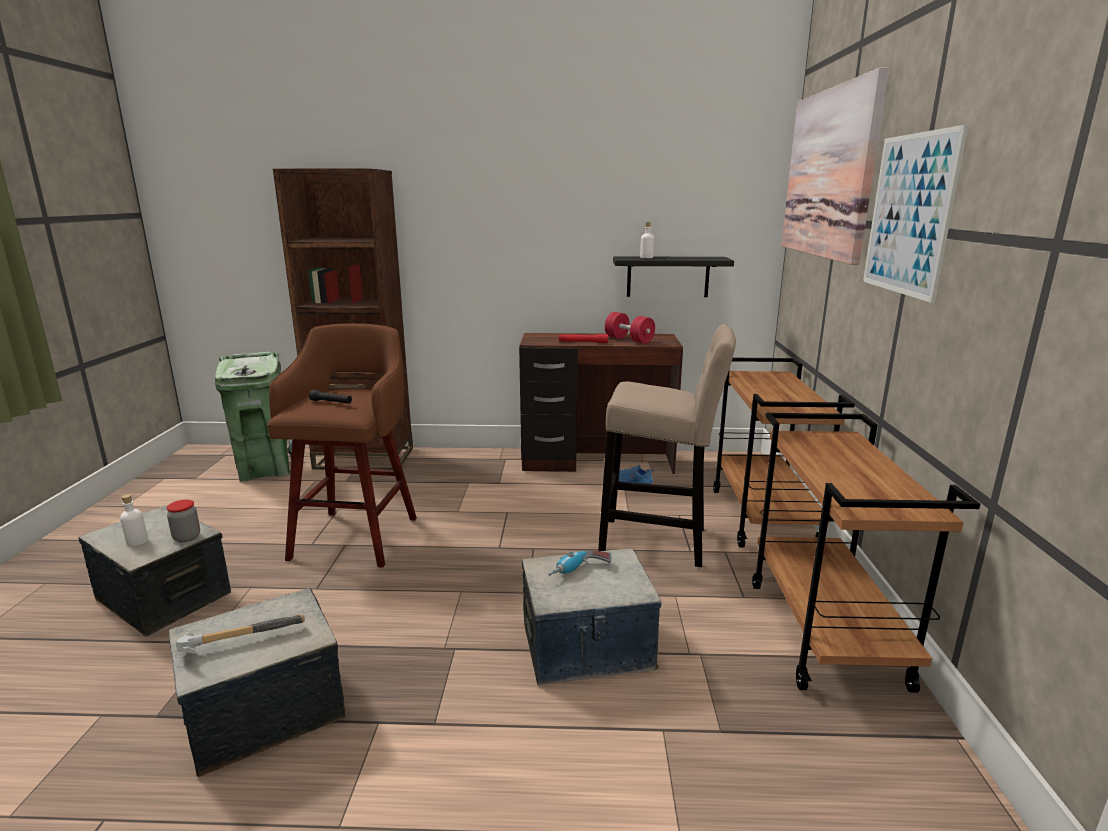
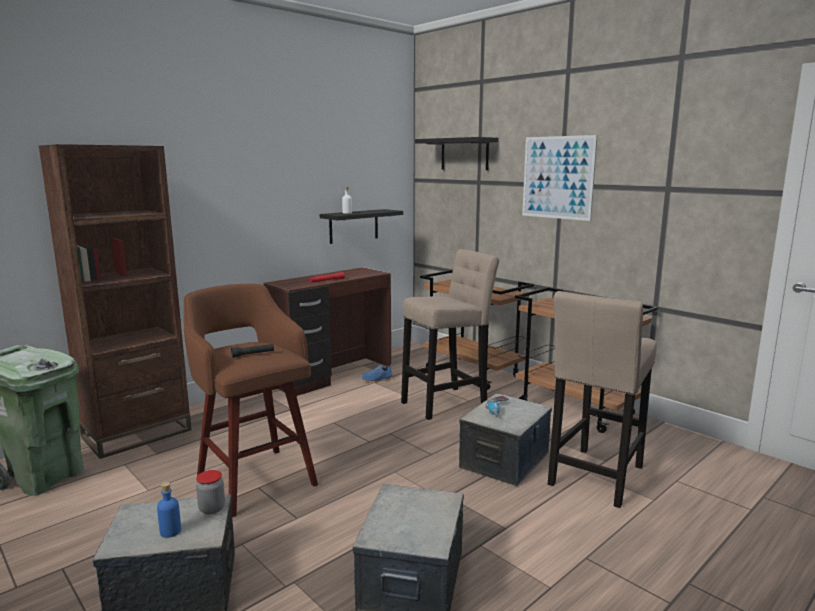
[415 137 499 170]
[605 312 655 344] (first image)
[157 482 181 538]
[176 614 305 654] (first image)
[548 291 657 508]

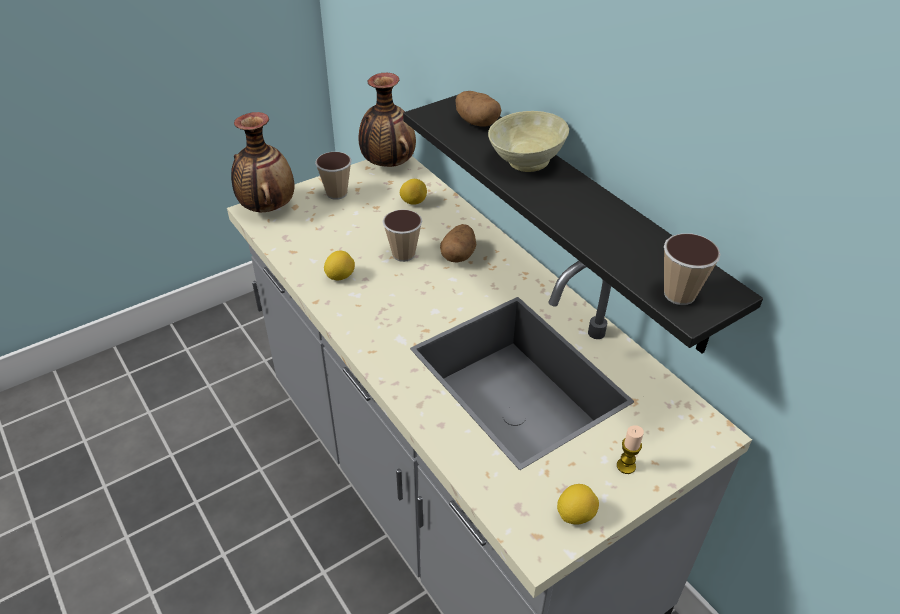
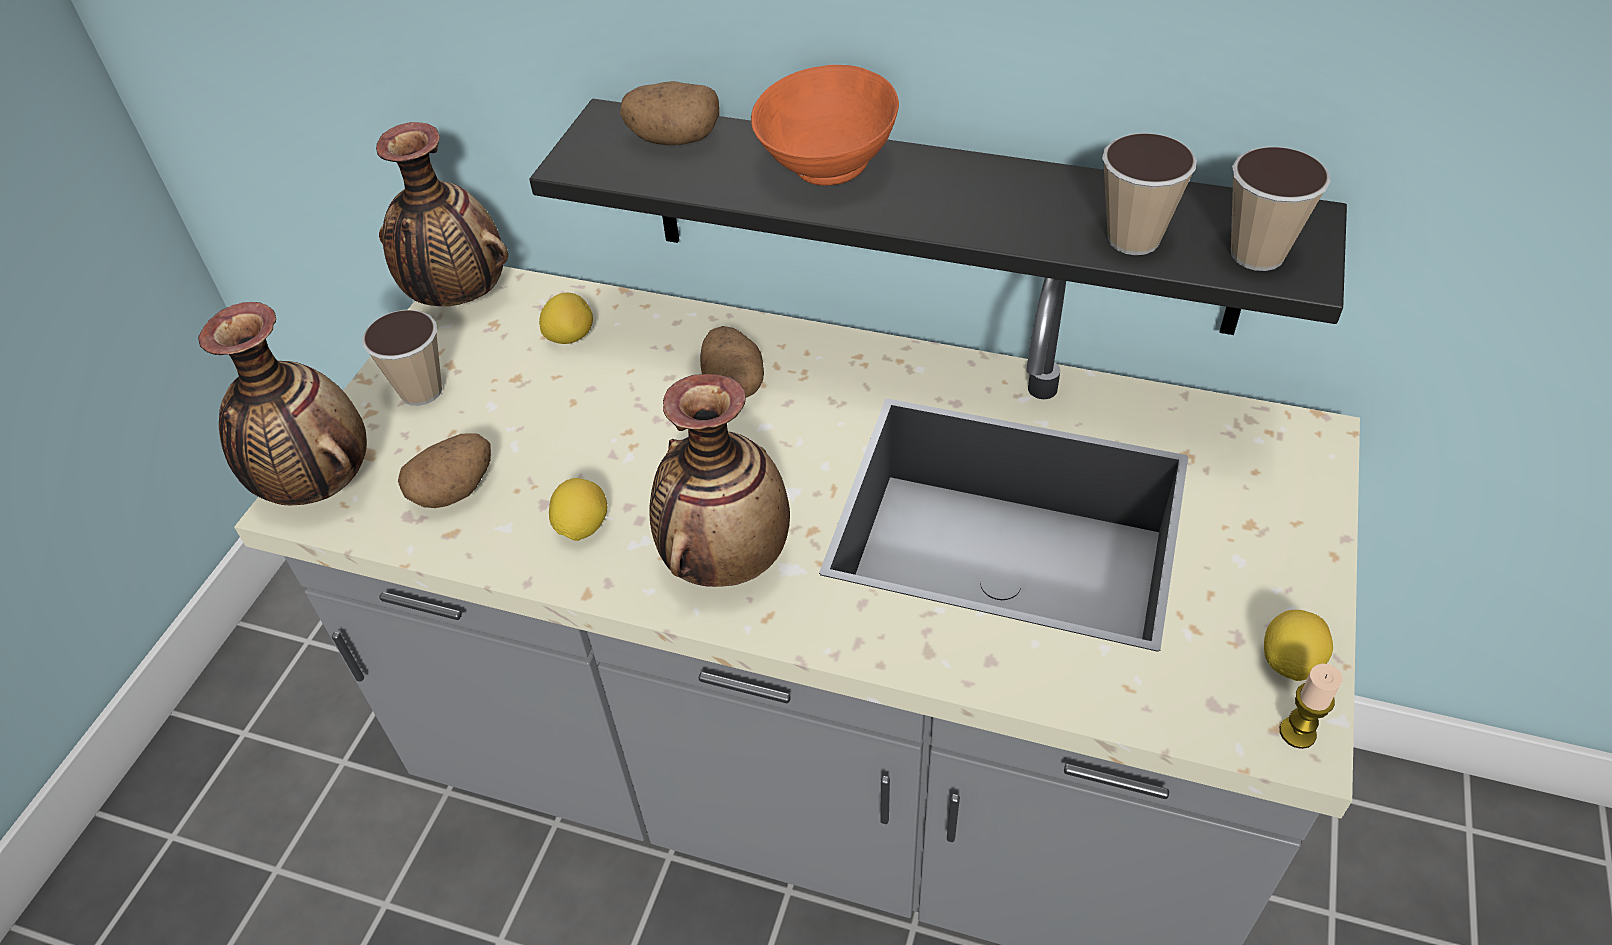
[751 65 899 186]
[1102 133 1197 255]
[1280 663 1342 749]
[649 374 790 587]
[398 433 491 508]

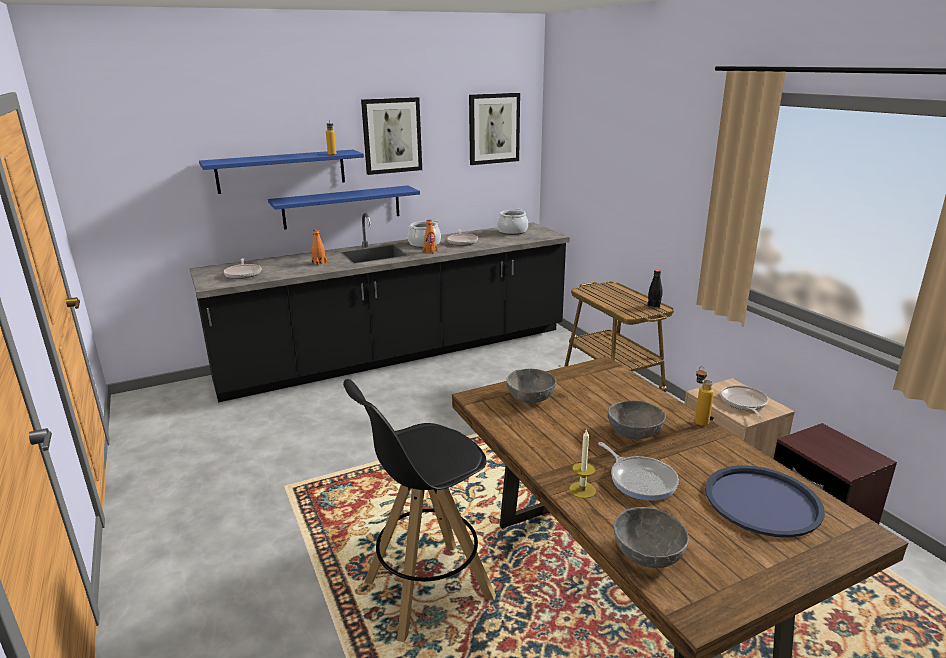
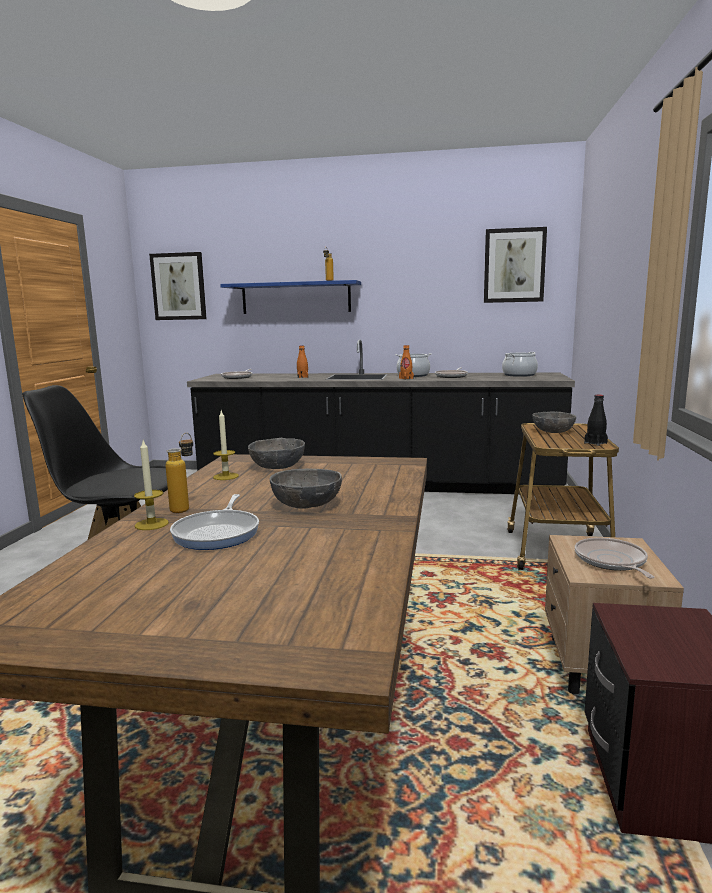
[149 252 207 320]
[268 185 420 230] (first image)
[166 433 193 513]
[575 537 654 579]
[705 465 825 538] (first image)
[532 412 576 433]
[213 411 239 480]

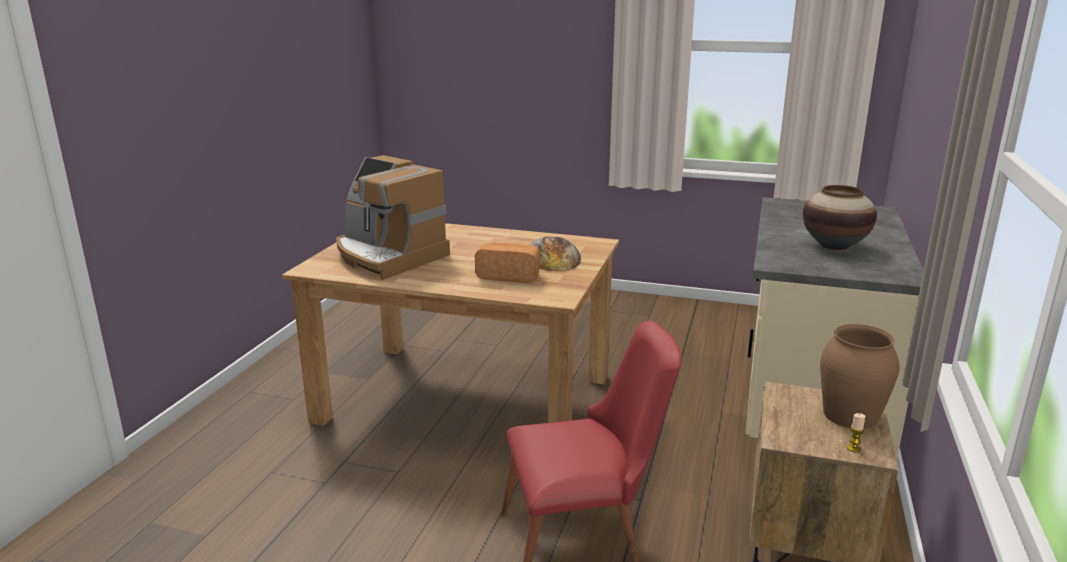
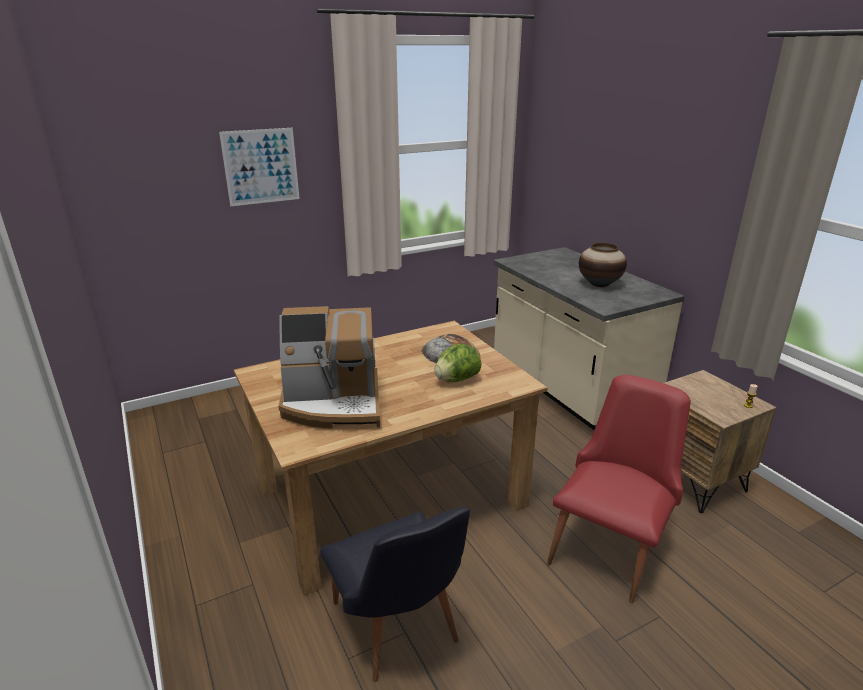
[434 344 481 382]
[820 324 899 429] (first image)
[219 128 300 206]
[320 508 470 682]

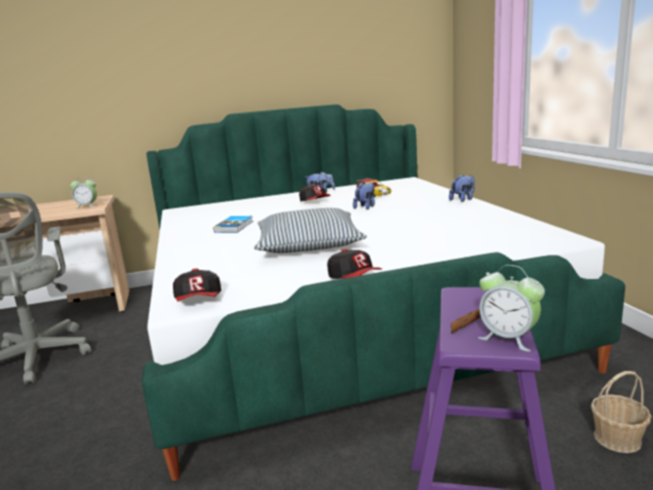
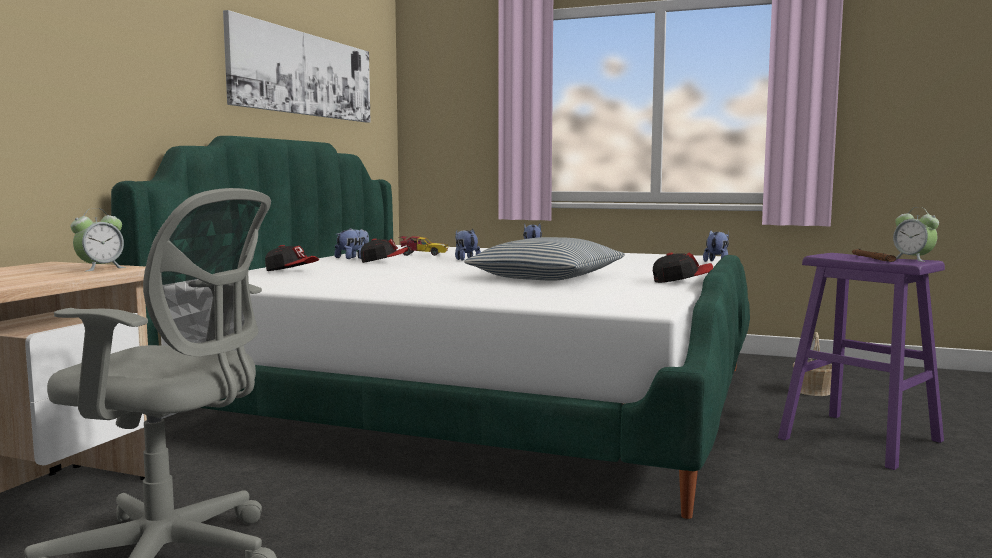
[213 216 253 233] (first image)
[893 207 939 262]
[265 245 319 271]
[223 10 370 123]
[703 231 729 262]

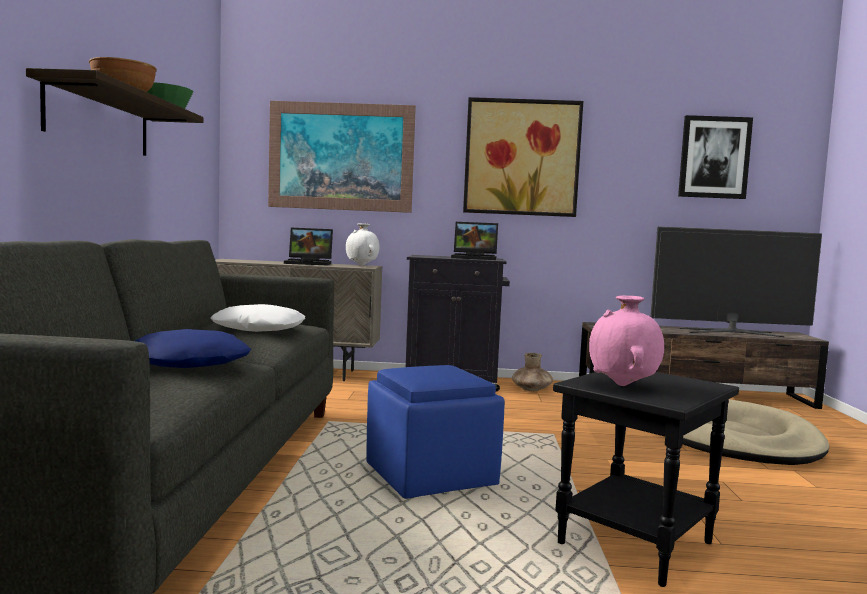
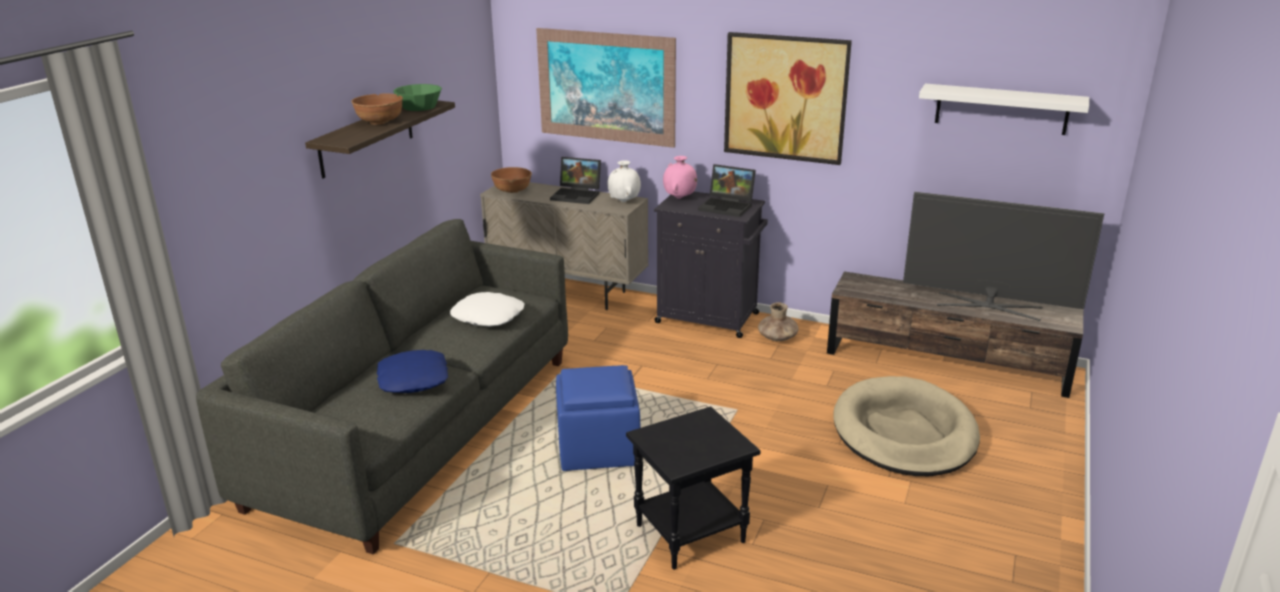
[919 84 1089 135]
[663 156 697 199]
[491 167 532 193]

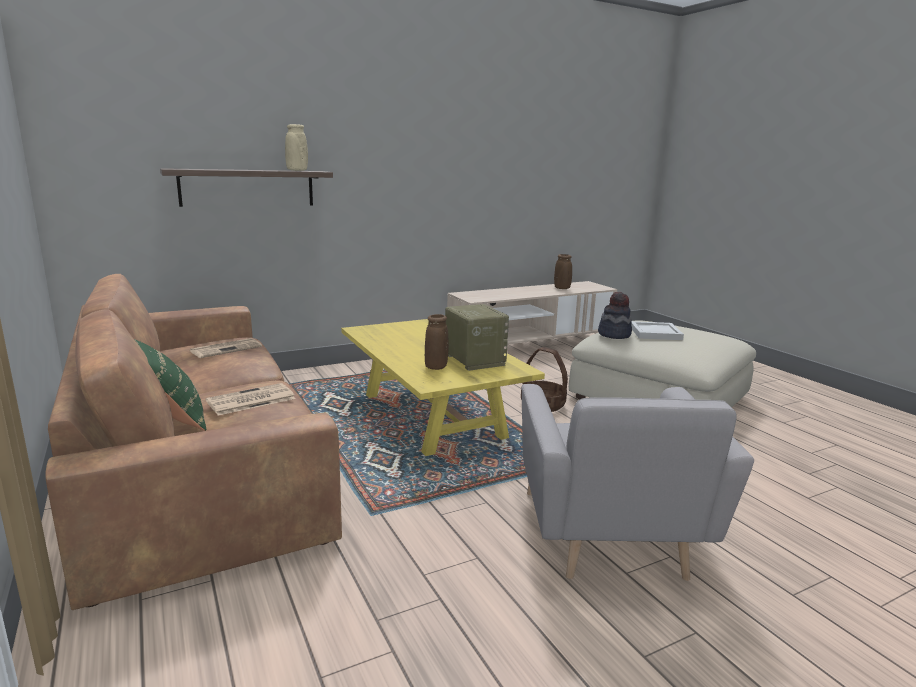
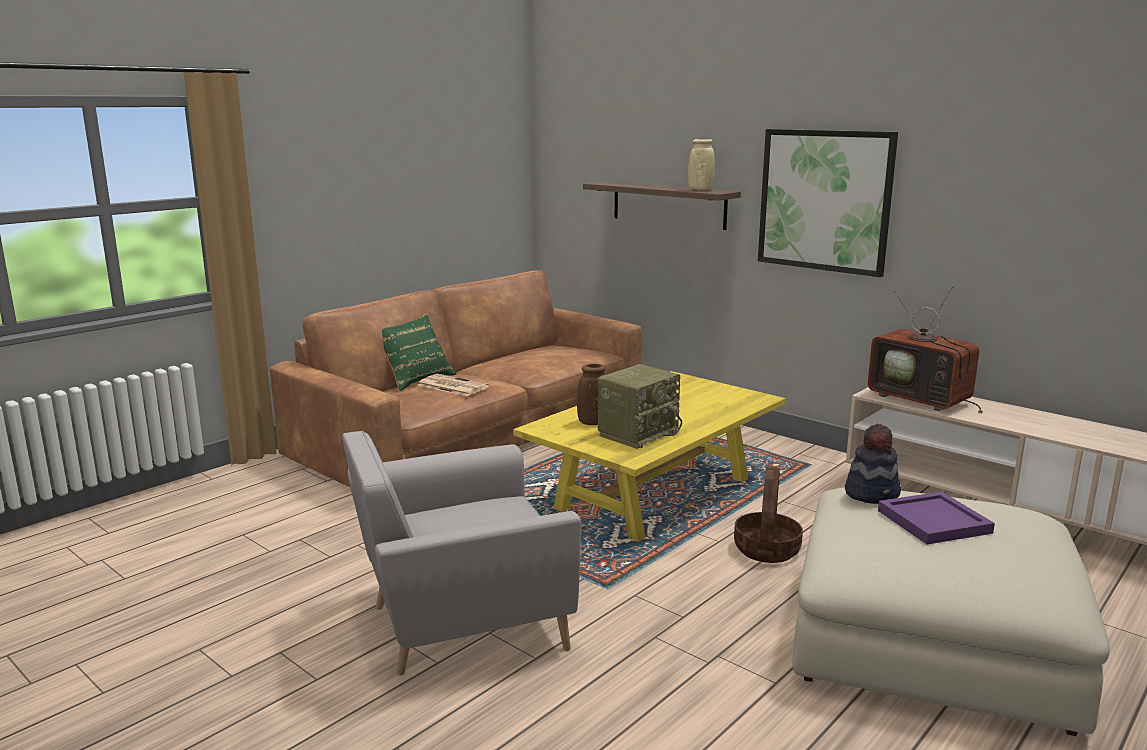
[554 254 572 289] (first image)
[878 492 995 544]
[190 338 262 358] (first image)
[758 129 898 277]
[868 286 983 413]

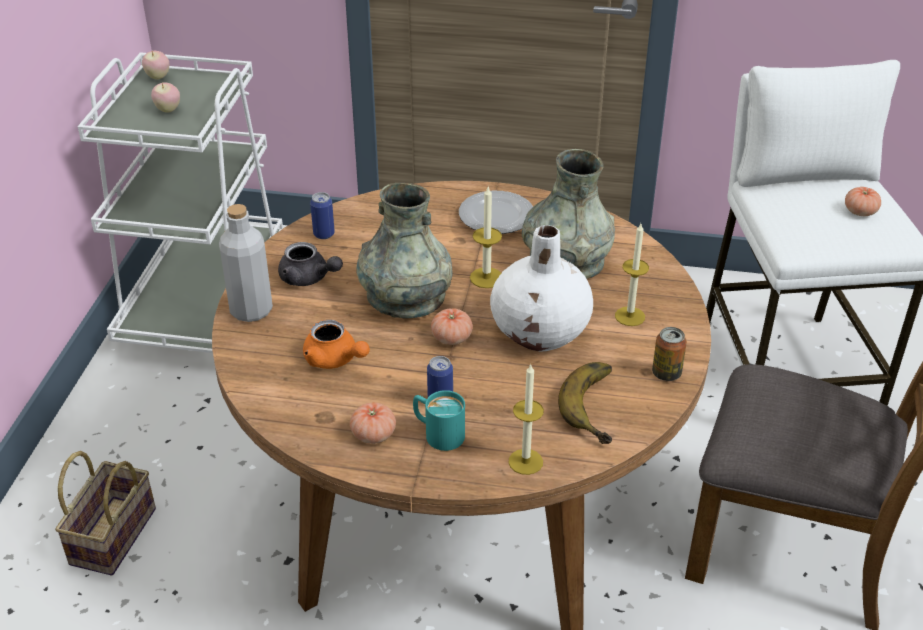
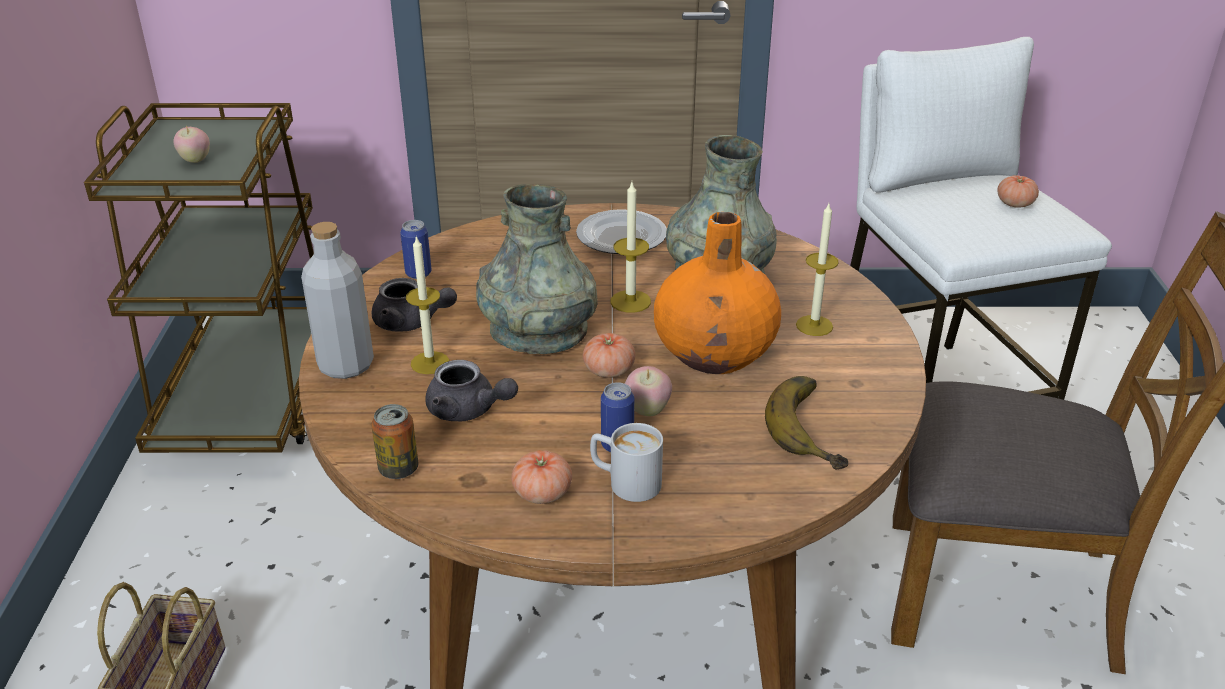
[625 366 672 416]
[84 103 314 453]
[654 212 781 374]
[425 360 518 421]
[371 404 418 479]
[406 236 449 374]
[590 423 663 502]

